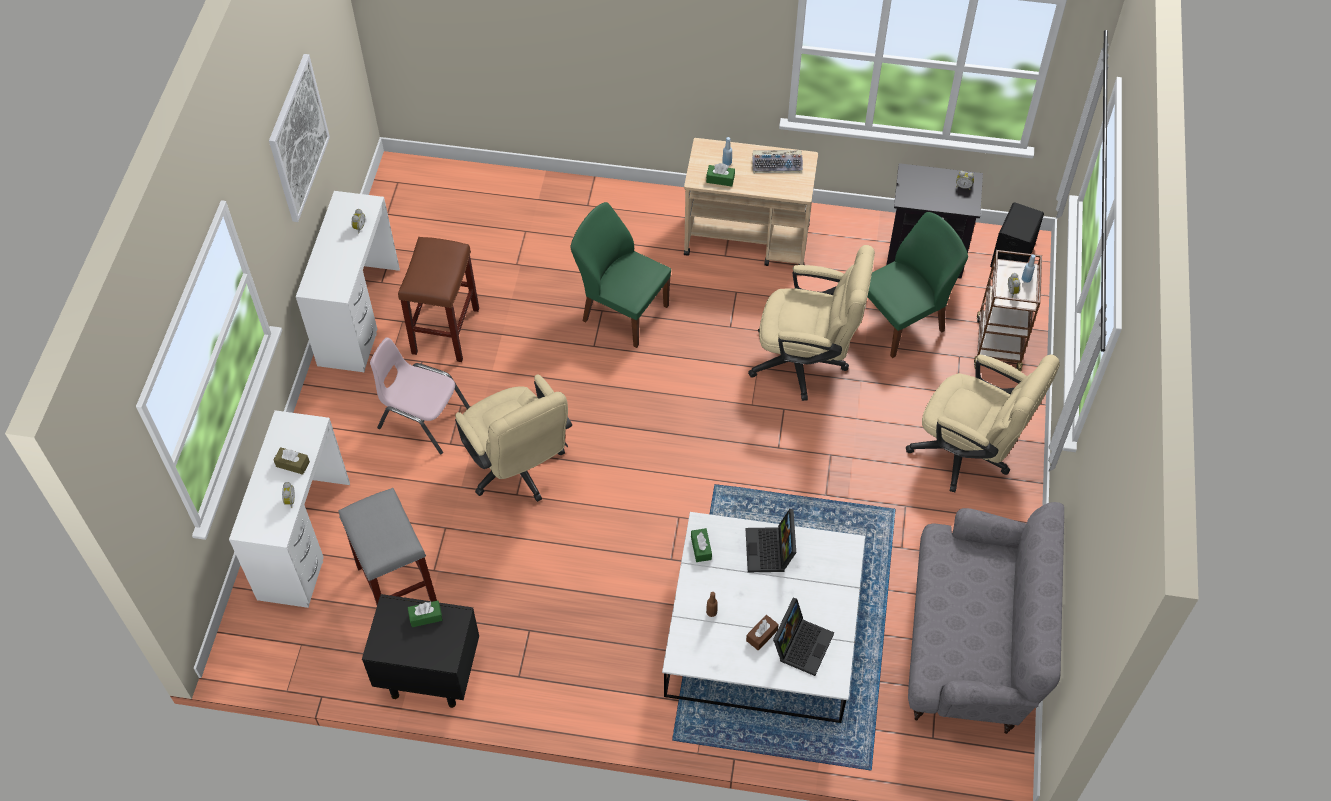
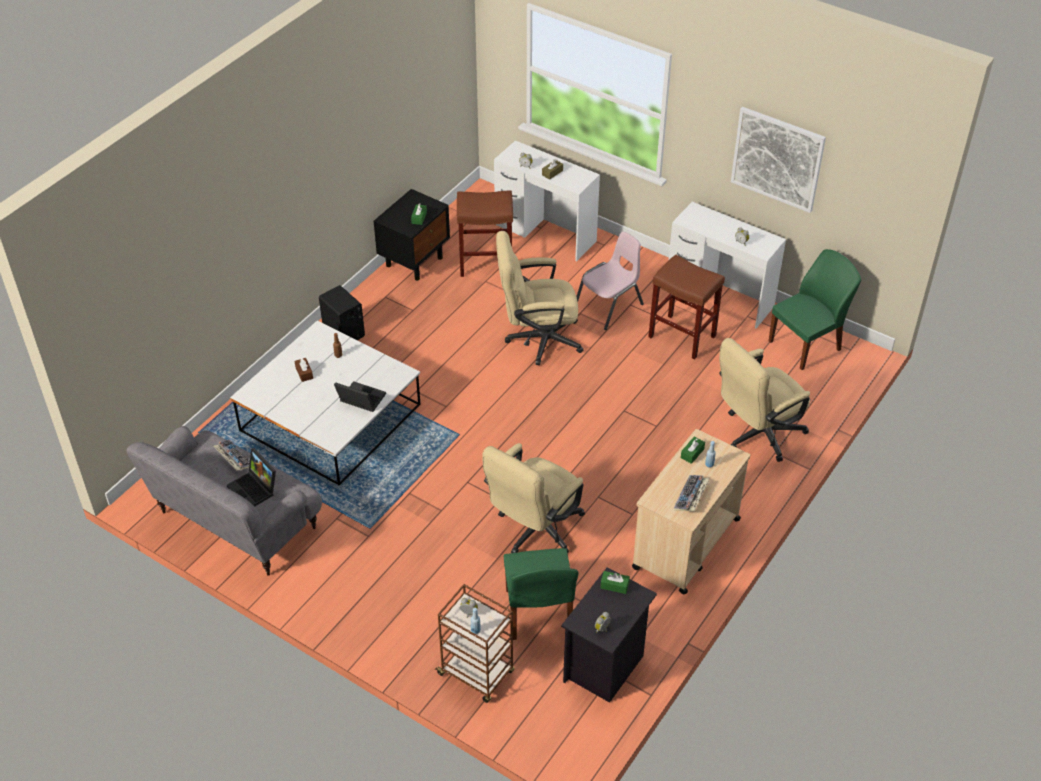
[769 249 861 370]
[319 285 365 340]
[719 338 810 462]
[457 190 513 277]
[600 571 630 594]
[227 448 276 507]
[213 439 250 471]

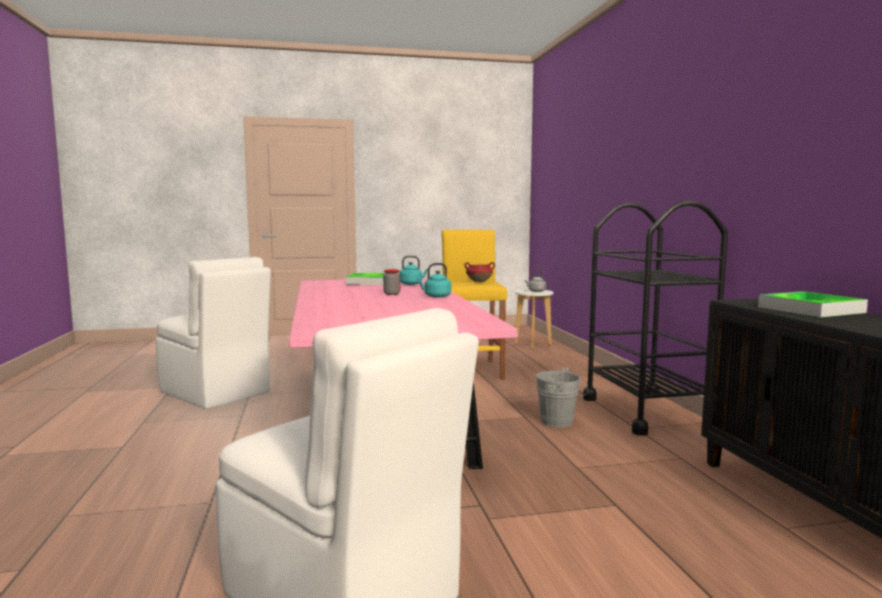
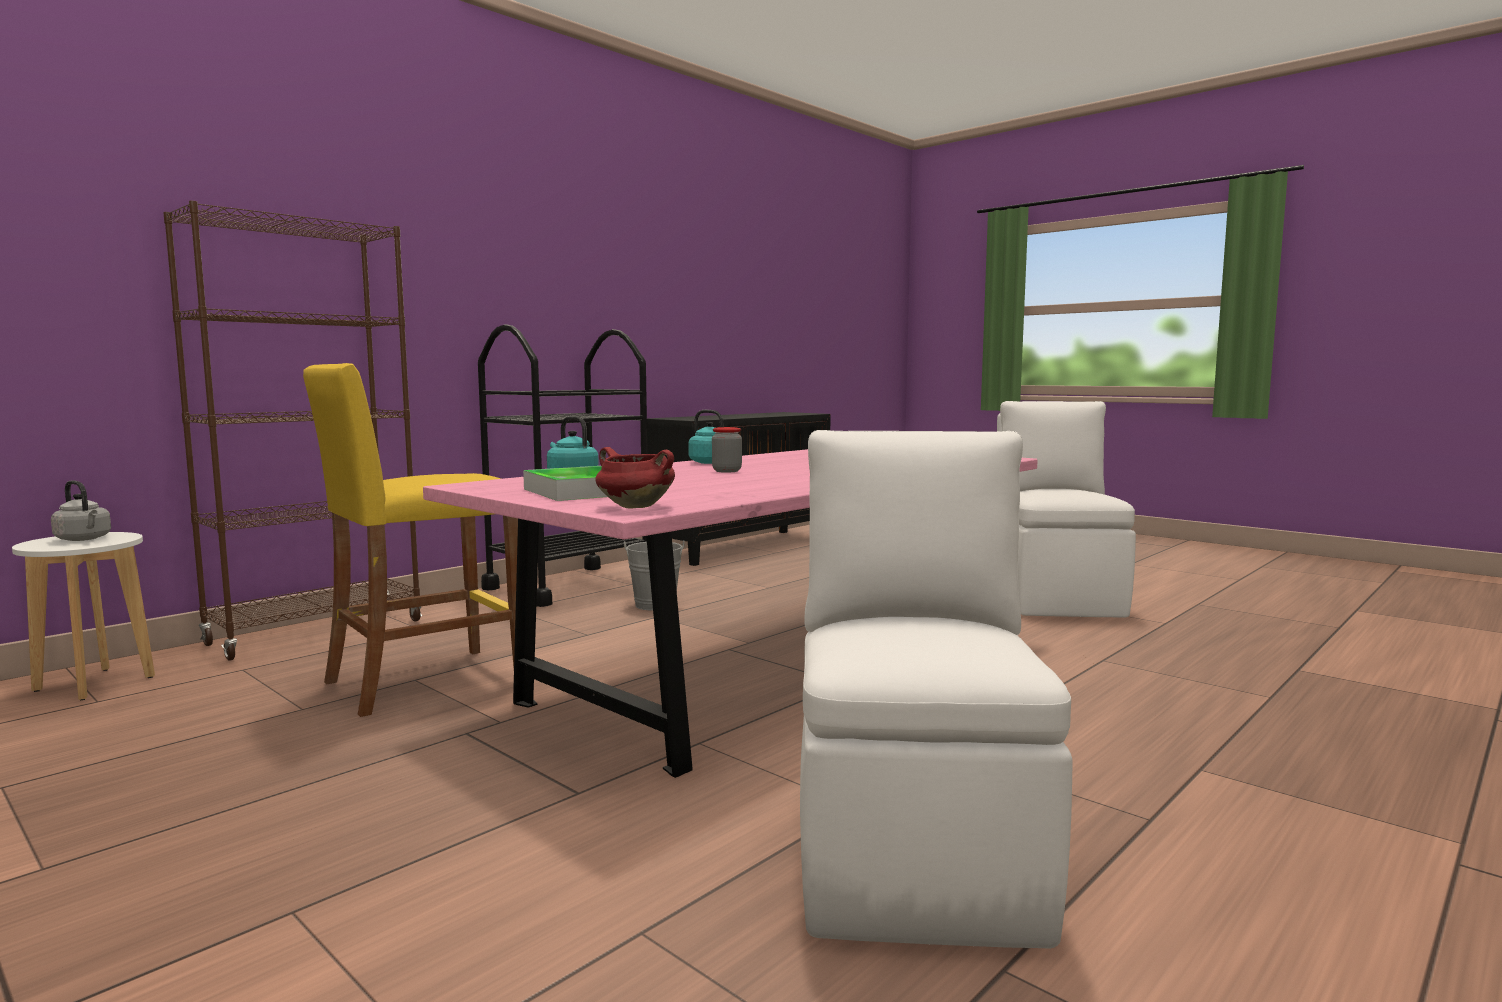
[595 447 675 509]
[758 291 868 317] (first image)
[163 201 422 661]

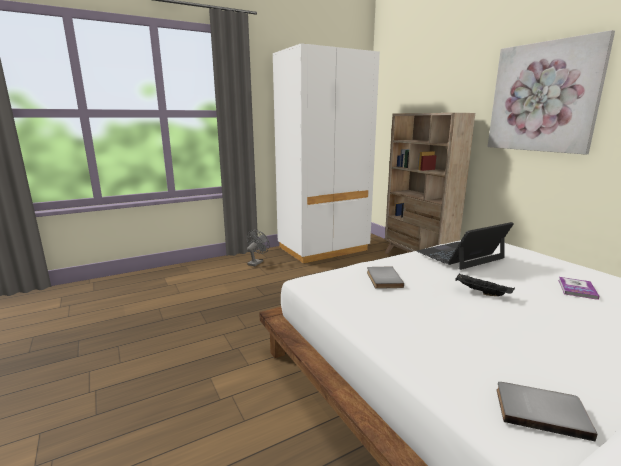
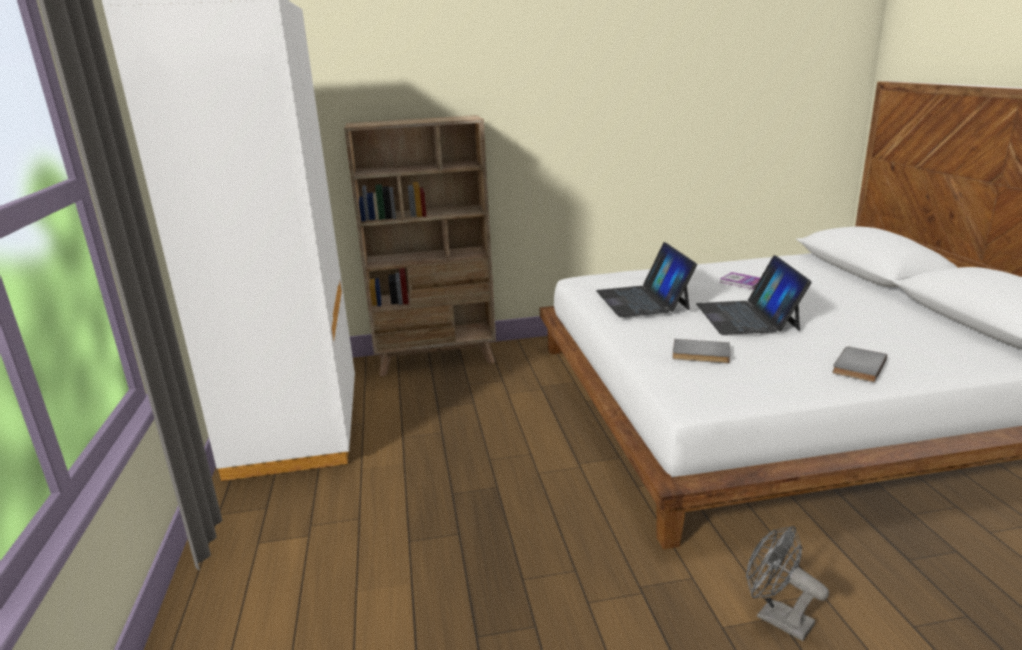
[487 30 615 155] (first image)
[746 526 829 641]
[696 255 812 335]
[832 346 887 382]

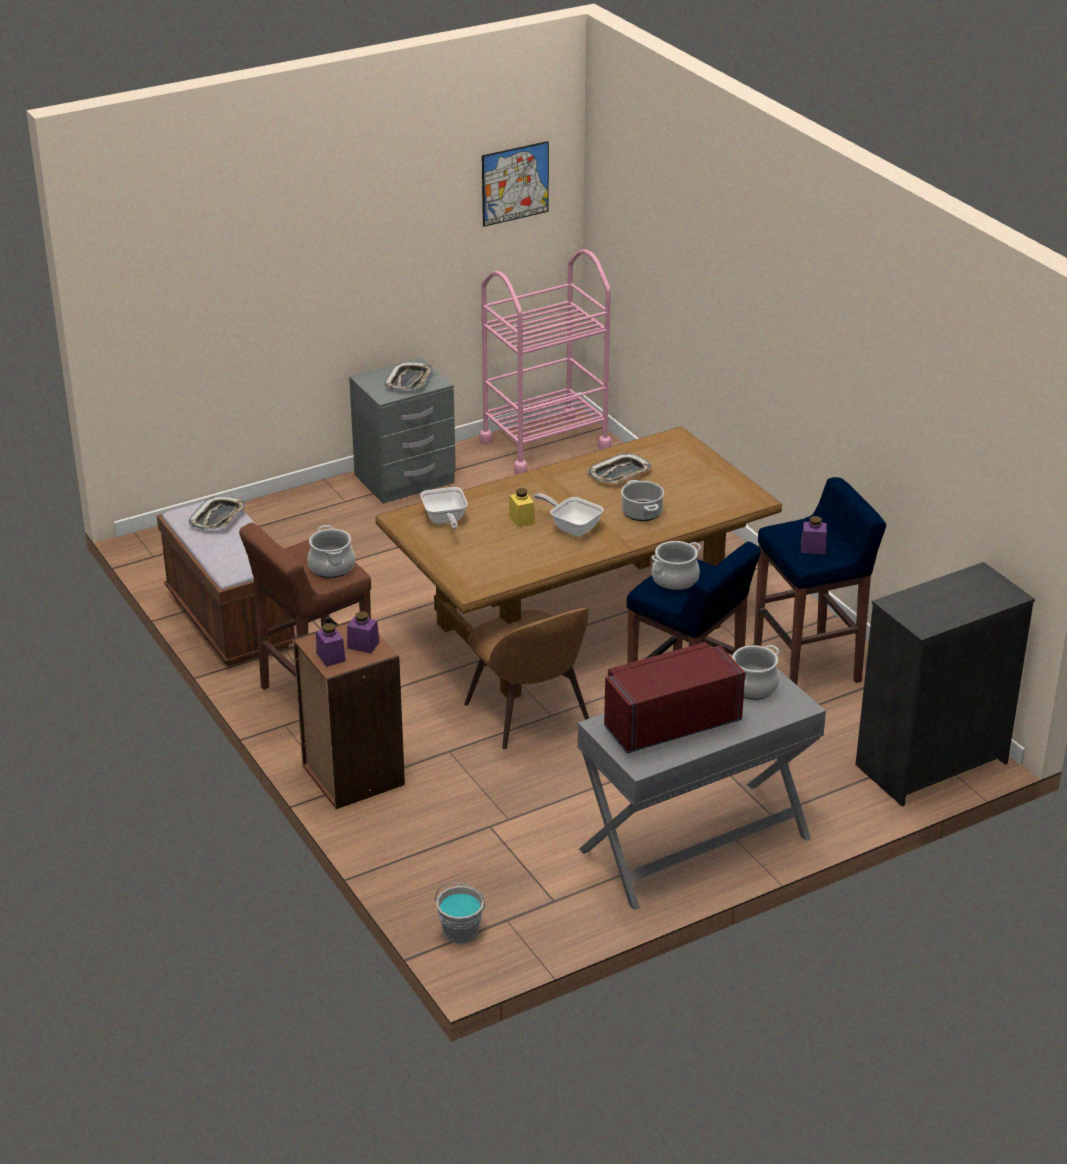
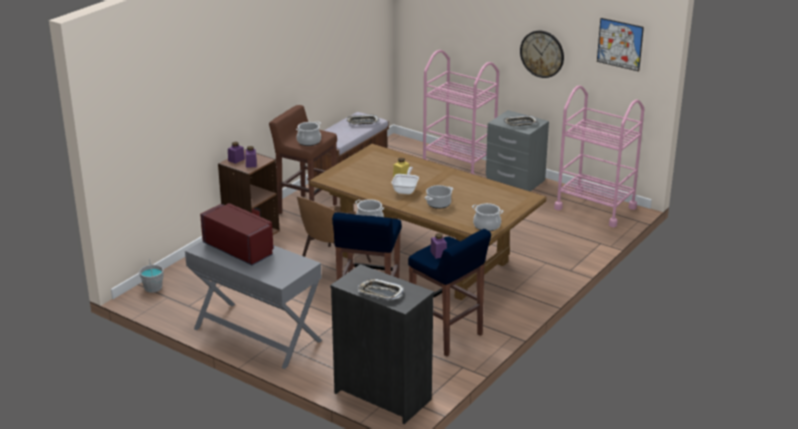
[358 278 404 299]
[420 487 468 530] (first image)
[472 203 504 232]
[520 31 564 78]
[423 50 499 175]

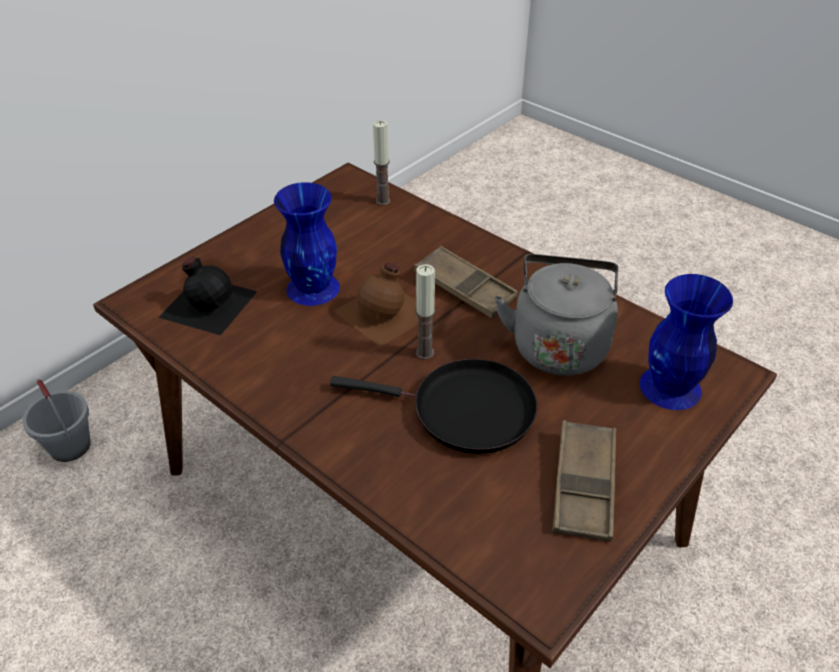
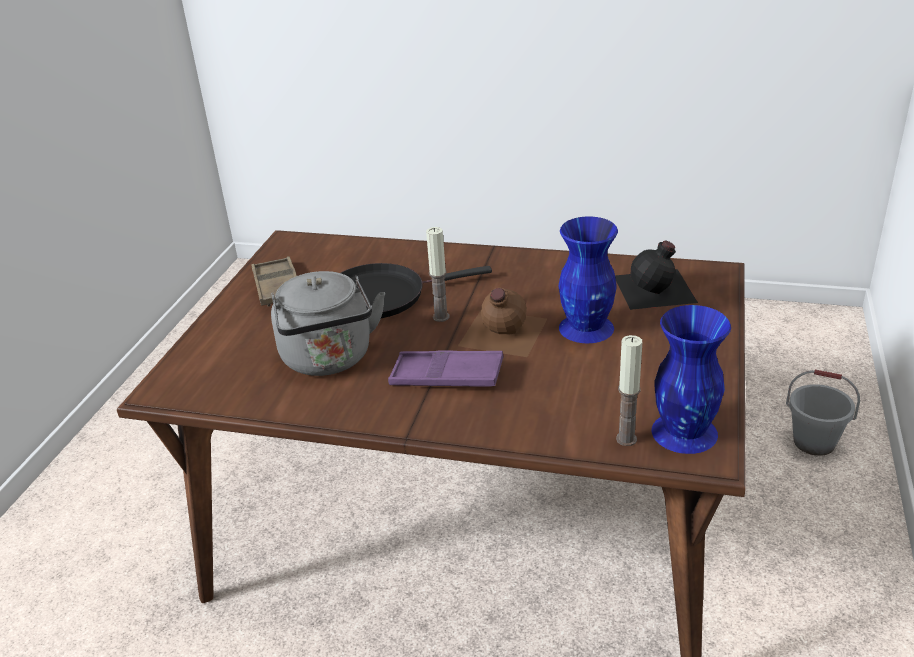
[388 350 503 387]
[652 305 731 454]

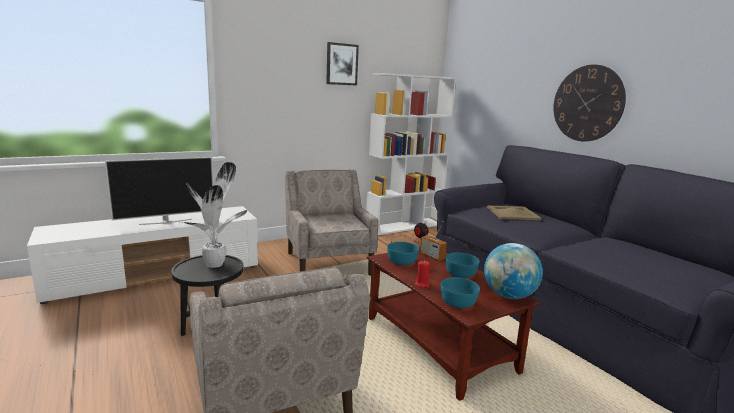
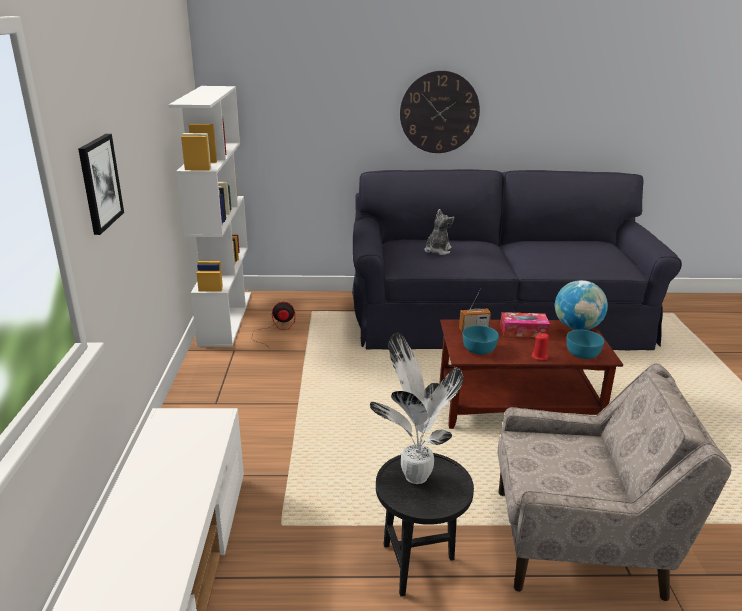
[78 134 124 235]
[105 157 214 225] (first image)
[285 169 378 276] (first image)
[424 209 454 255]
[500 312 550 337]

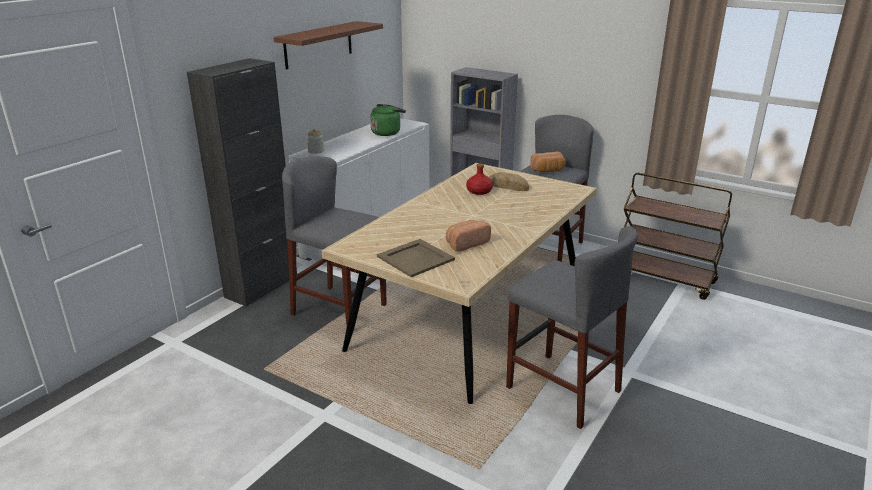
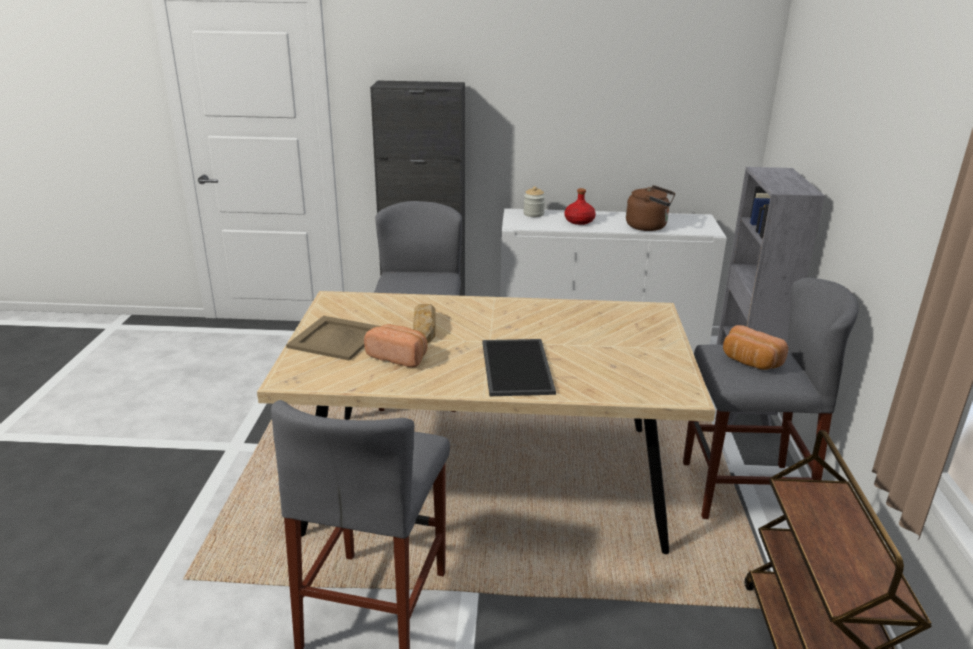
[273 21 383 69] (first image)
[626 185 675 231]
[565 188 596 225]
[413 304 436 343]
[482 339 556 396]

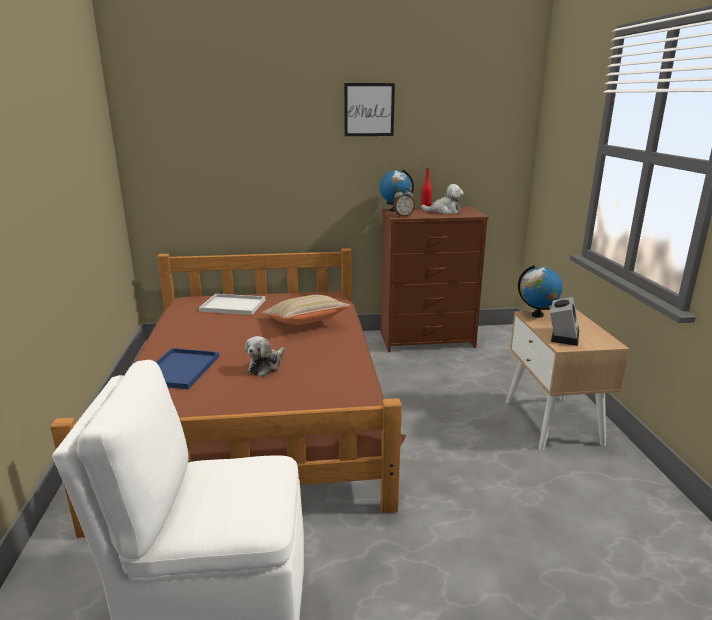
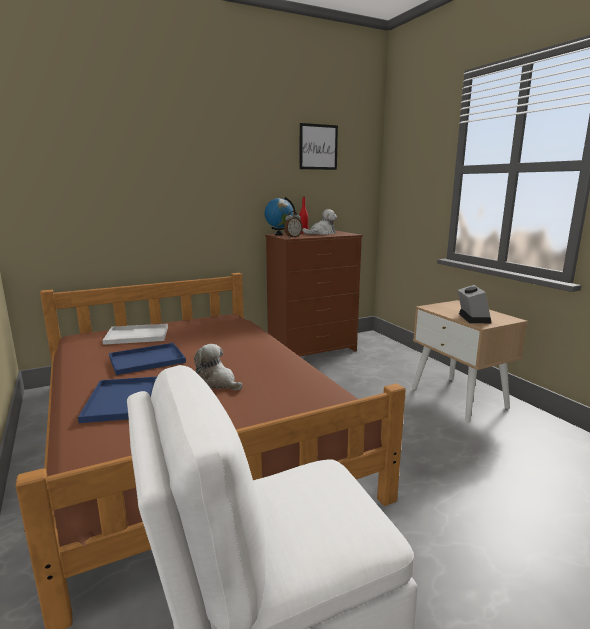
[299 123 338 170]
[518 265 563 318] (first image)
[262 295 351 325] (first image)
[194 344 243 390]
[109 343 186 375]

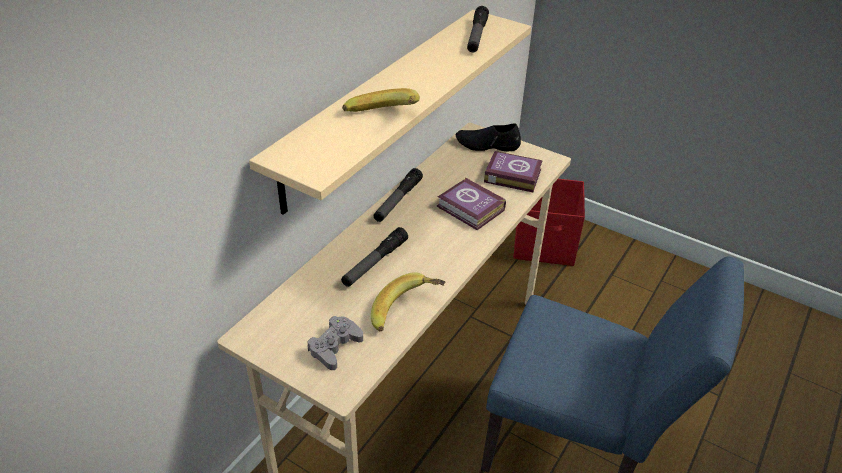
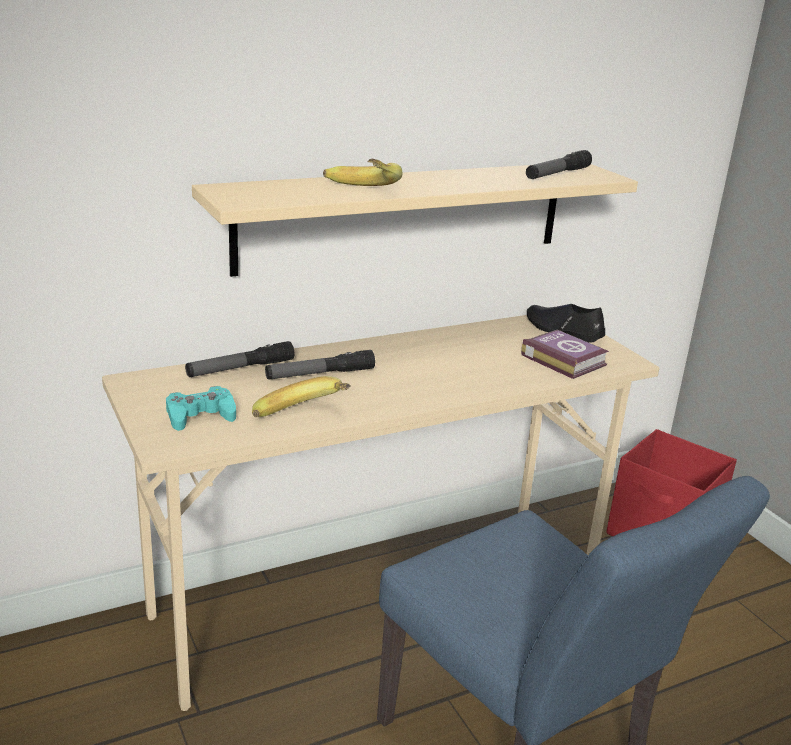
[185 341 295 377]
[437 178 506 230] (first image)
[166 386 236 431]

